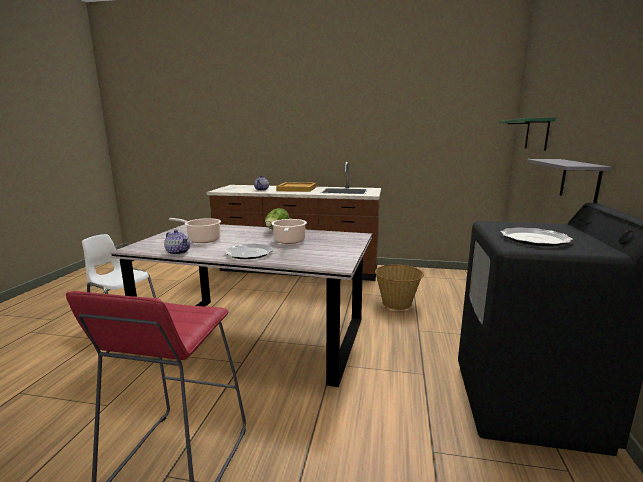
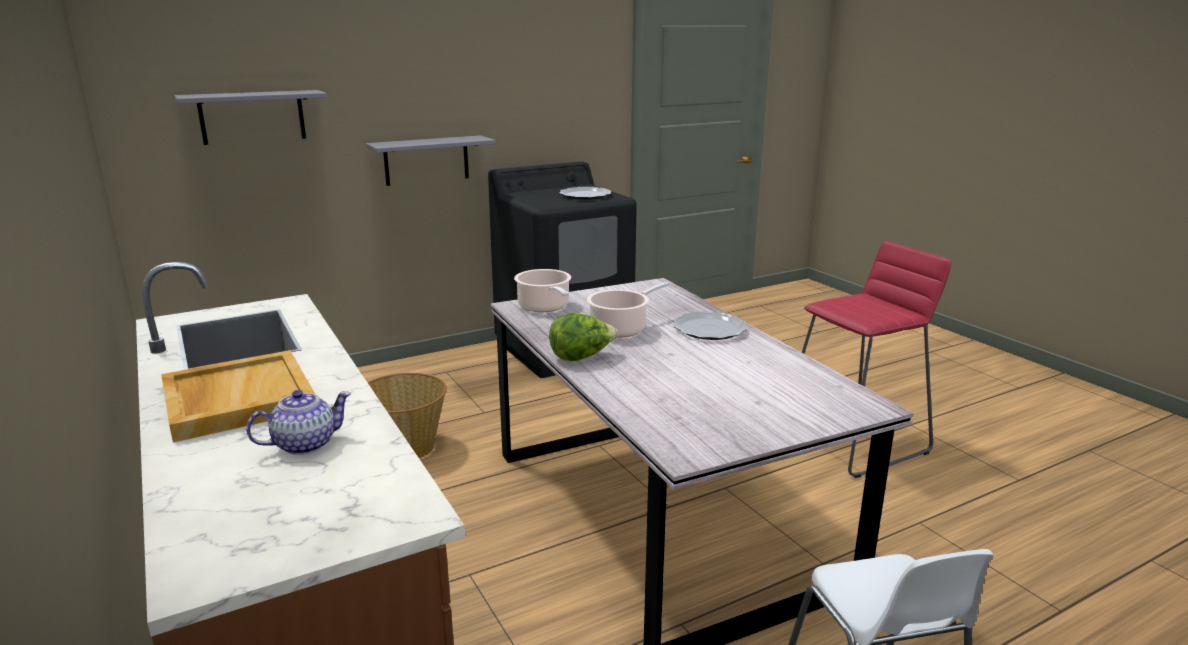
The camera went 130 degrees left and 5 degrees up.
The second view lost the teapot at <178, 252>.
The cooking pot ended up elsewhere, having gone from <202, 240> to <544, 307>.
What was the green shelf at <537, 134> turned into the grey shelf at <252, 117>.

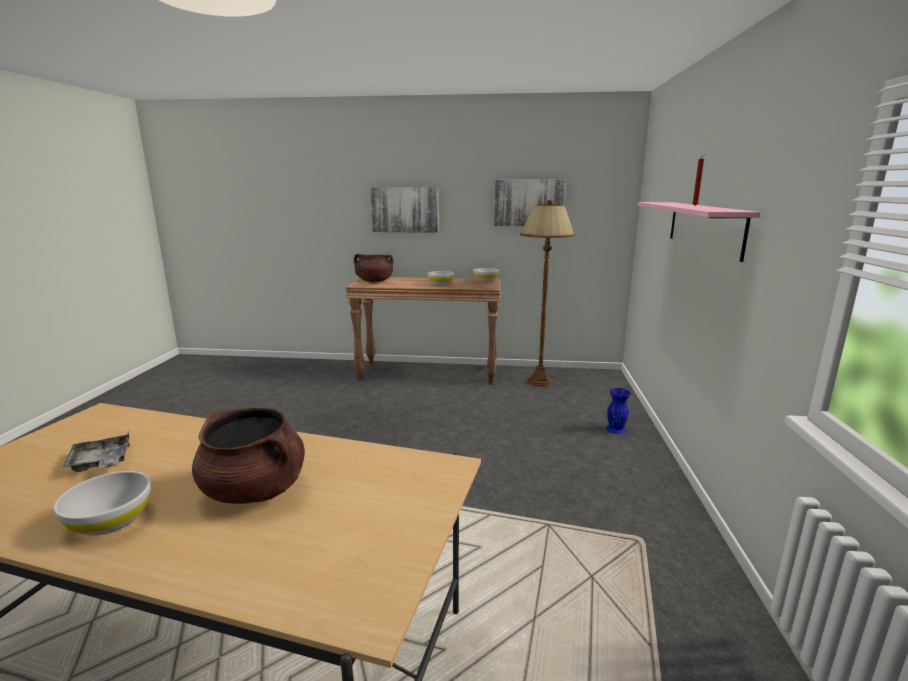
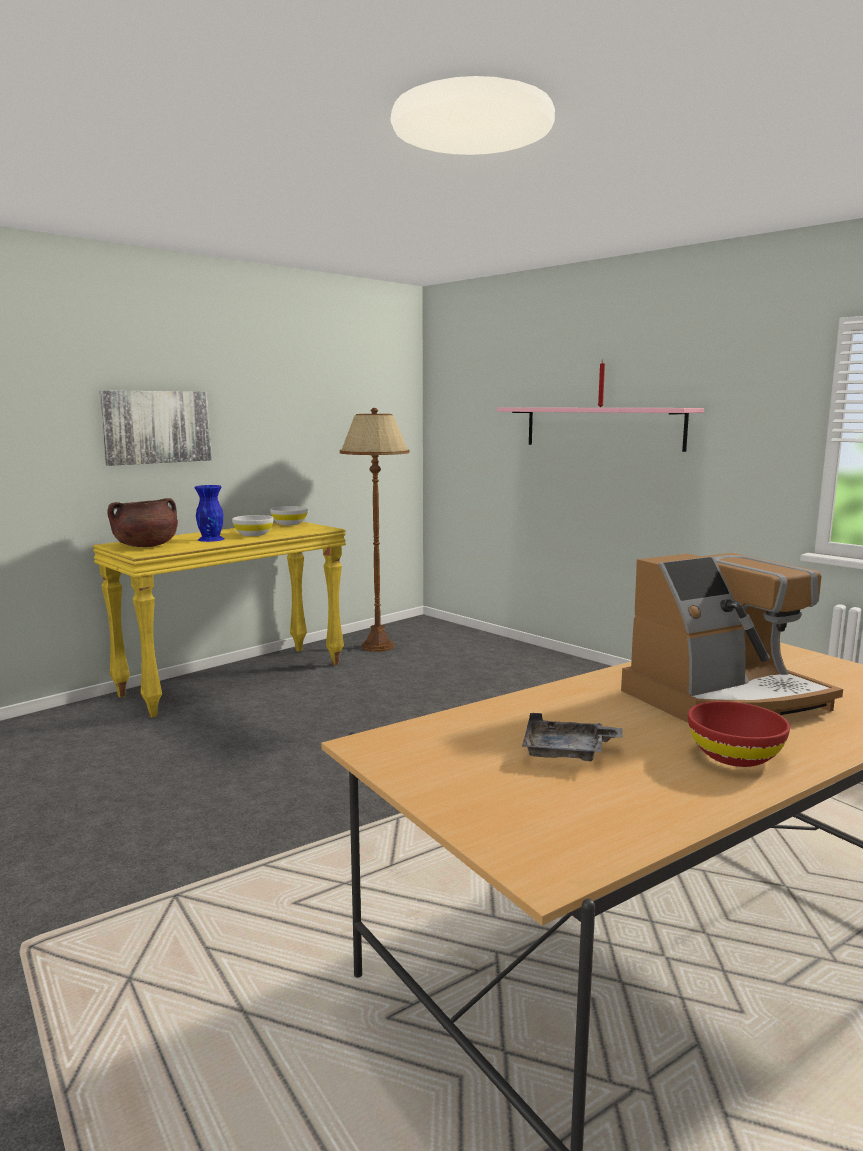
The camera went 50 degrees left and 5 degrees down.
What was the white bowl at <111, 521> turned into the red bowl at <734, 755>.
Where the brown cooking pot stood at <255, 490>, the coffee machine came to stand at <724, 699>.
What was the brown console table at <428, 373> turned into the yellow console table at <234, 679>.
The second view lost the picture at <529, 203>.
The blue vase ended up elsewhere, having gone from <616, 429> to <211, 539>.

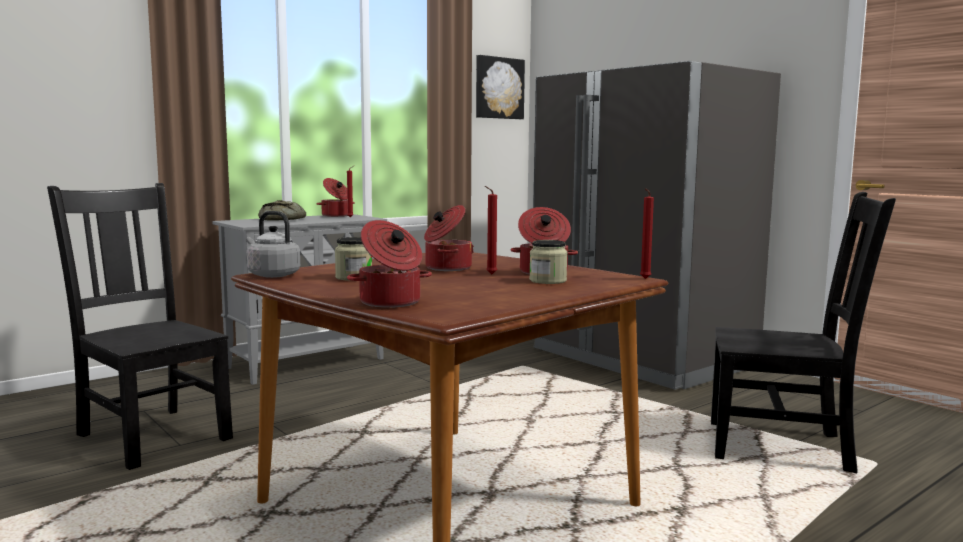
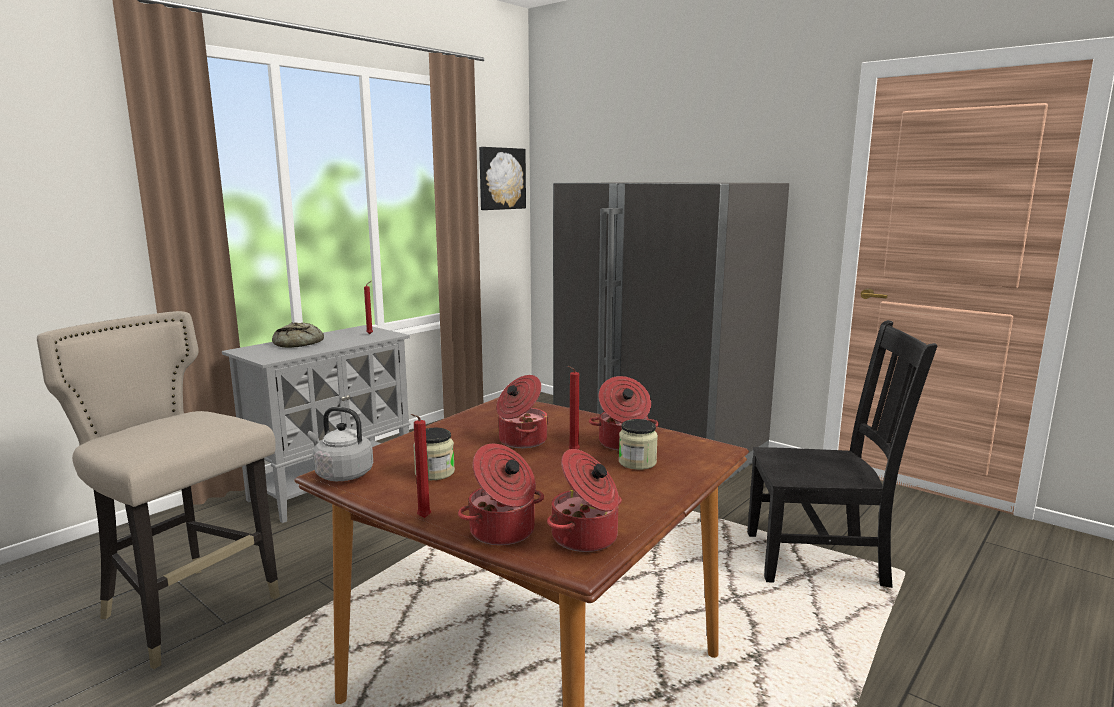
The camera went 10 degrees left and 5 degrees up.
Where the black chair stood at <152, 435>, the beige stool came to stand at <189, 611>.
The cooking pot ended up elsewhere, having gone from <336, 216> to <586, 538>.
The red candle ended up elsewhere, having gone from <644, 279> to <422, 519>.

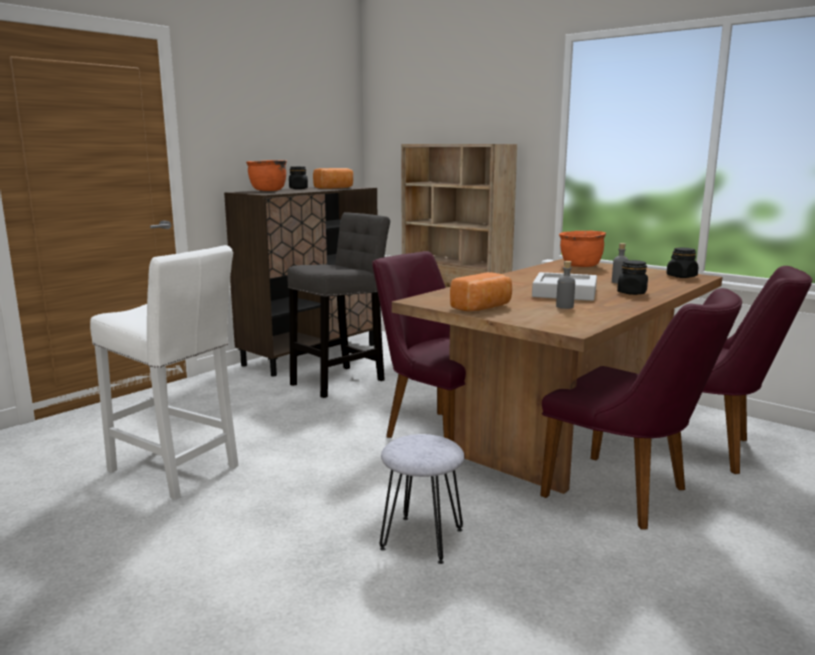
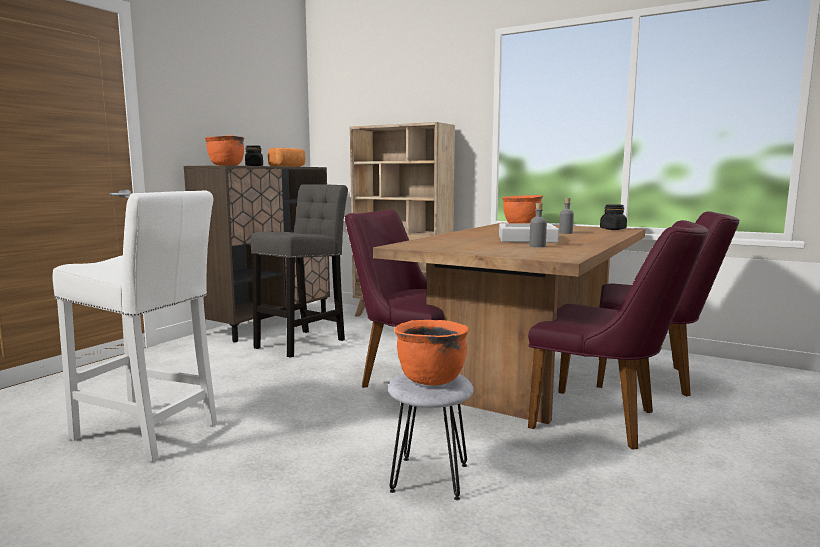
The camera went 10 degrees left and 5 degrees down.
The second view lost the bread at <483, 307>.
The second view lost the black jar at <632, 293>.
The second view gained the orange cooking pot at <430, 379>.

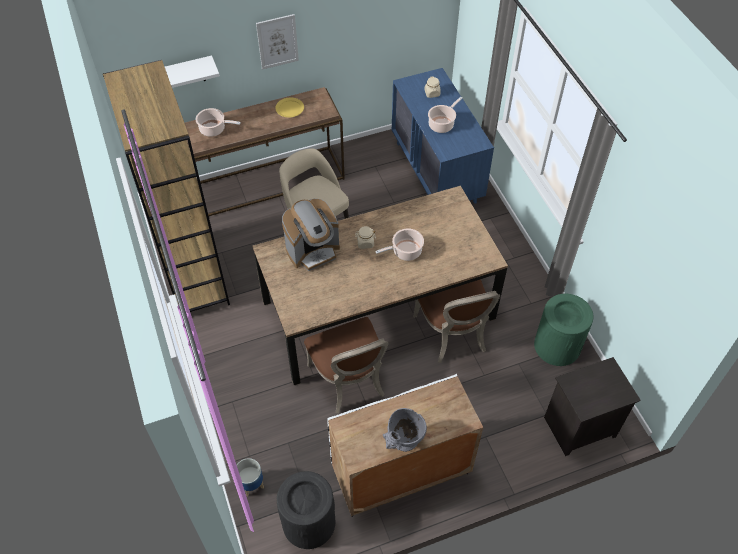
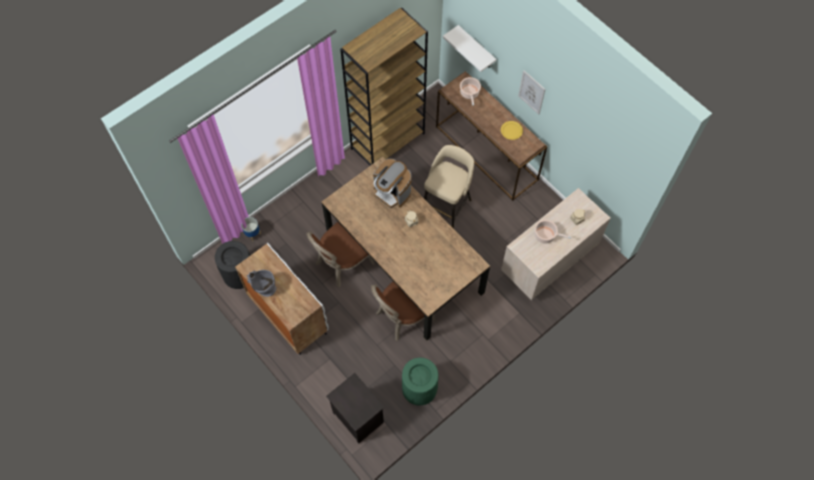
The camera went 70 degrees right and 10 degrees up.
The second view lost the cooking pot at <405, 252>.
What was the blue dresser at <436, 172> turned into the beige dresser at <548, 261>.

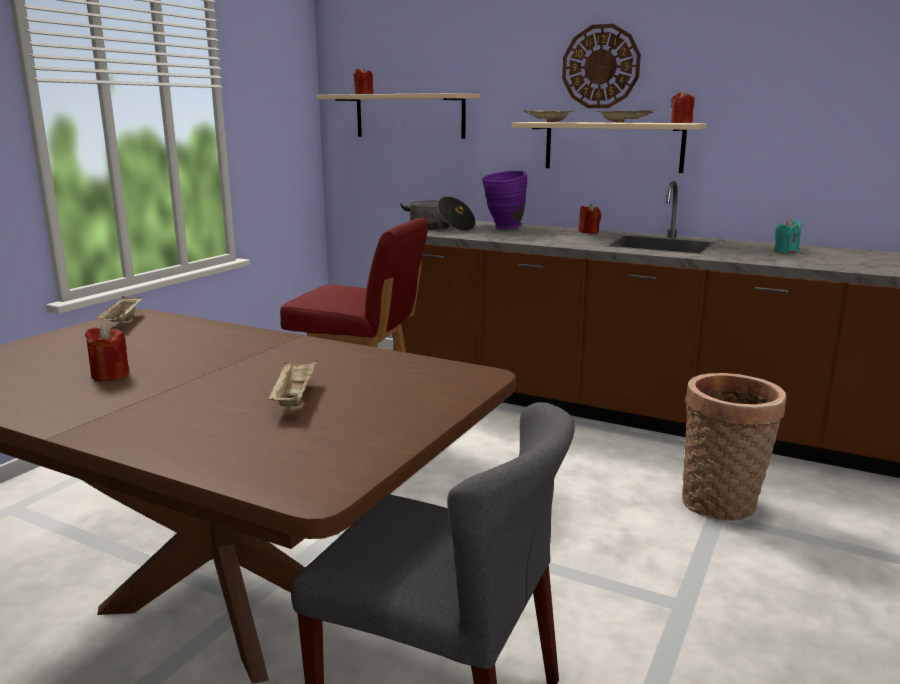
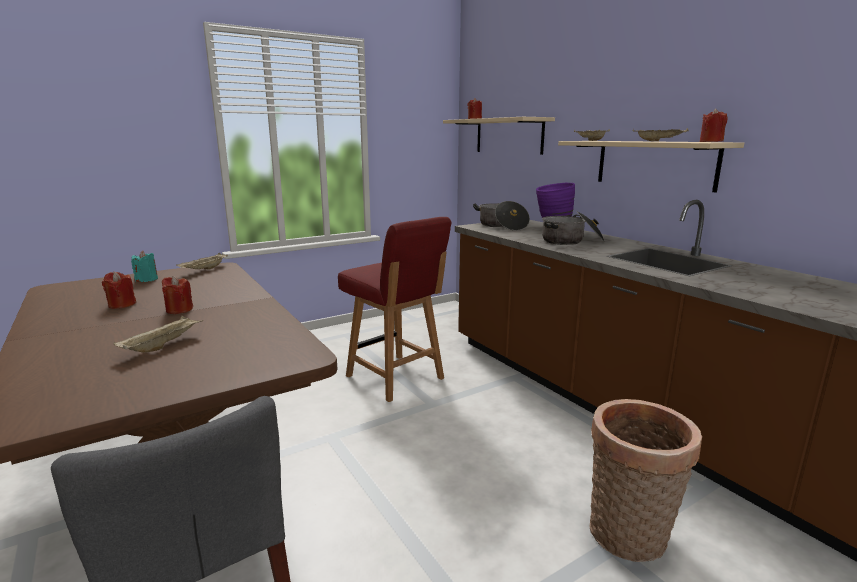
The camera went 30 degrees right and 0 degrees up.
The second view lost the wall clock at <601, 67>.
The red candle ended up elsewhere, having gone from <589, 232> to <179, 310>.
The turquoise candle ended up elsewhere, having gone from <786, 251> to <146, 279>.
The second view gained the cooking pot at <571, 241>.

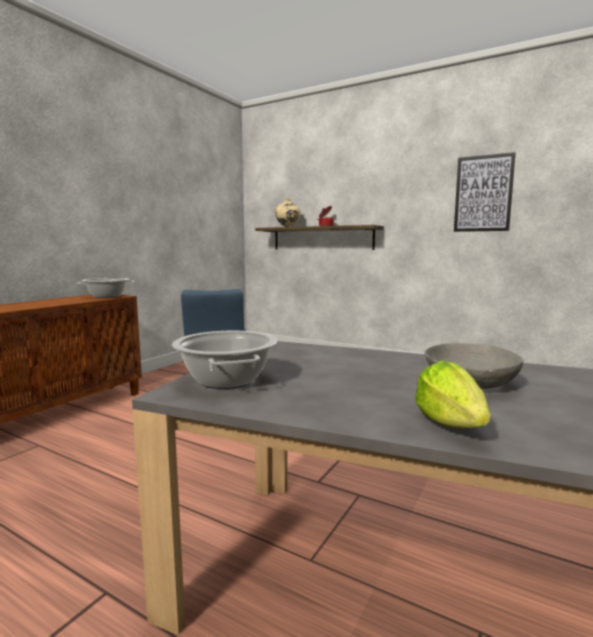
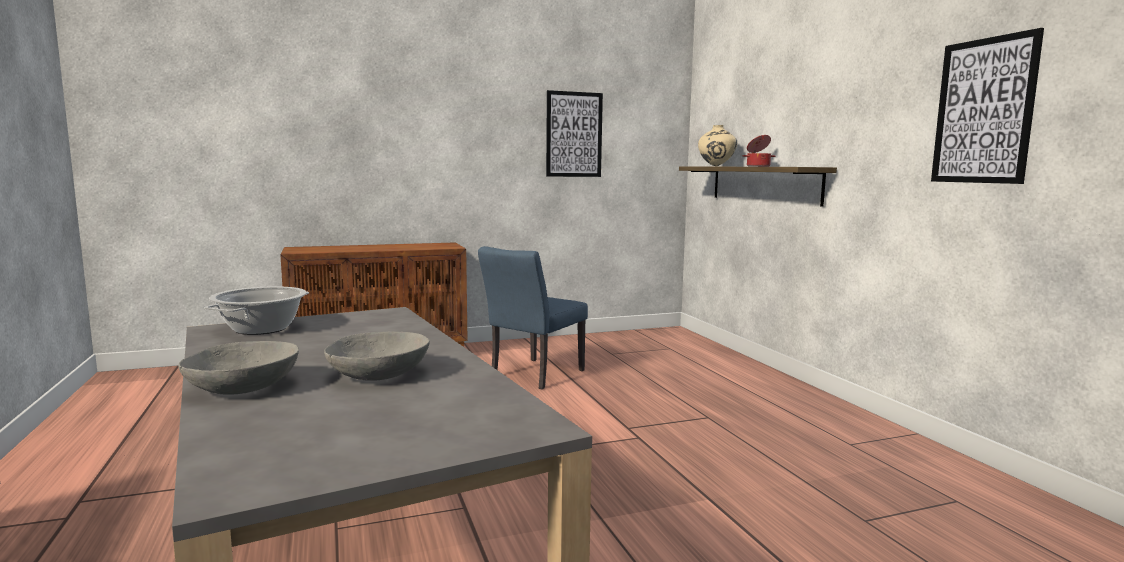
The camera went 40 degrees right and 0 degrees up.
The second view lost the cooking pot at <107, 297>.
Where the lettuce stood at <450, 423>, the grey bowl came to stand at <244, 387>.
The second view gained the picture at <574, 134>.

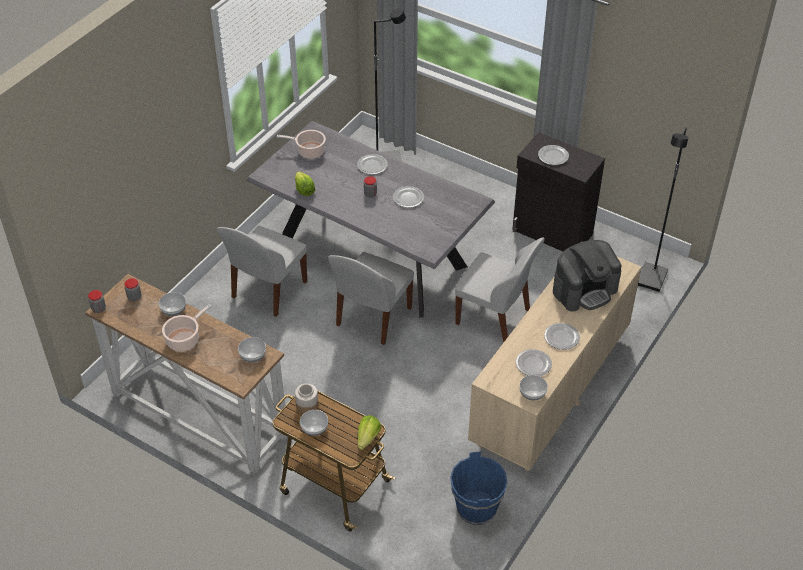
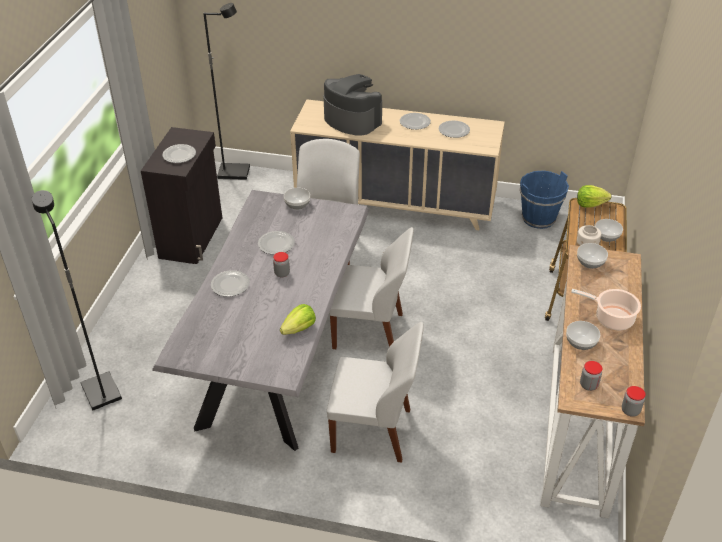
The camera went 110 degrees left and 5 degrees down.
The second view lost the cooking pot at <309, 151>.
The bowl ended up elsewhere, having gone from <532, 394> to <297, 204>.

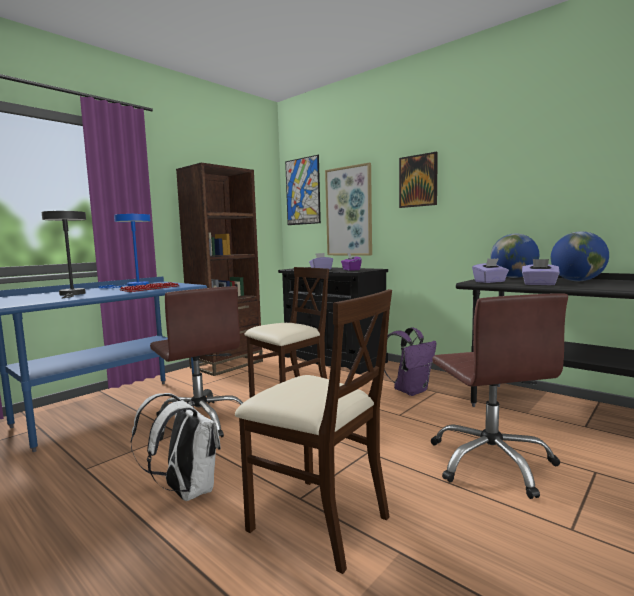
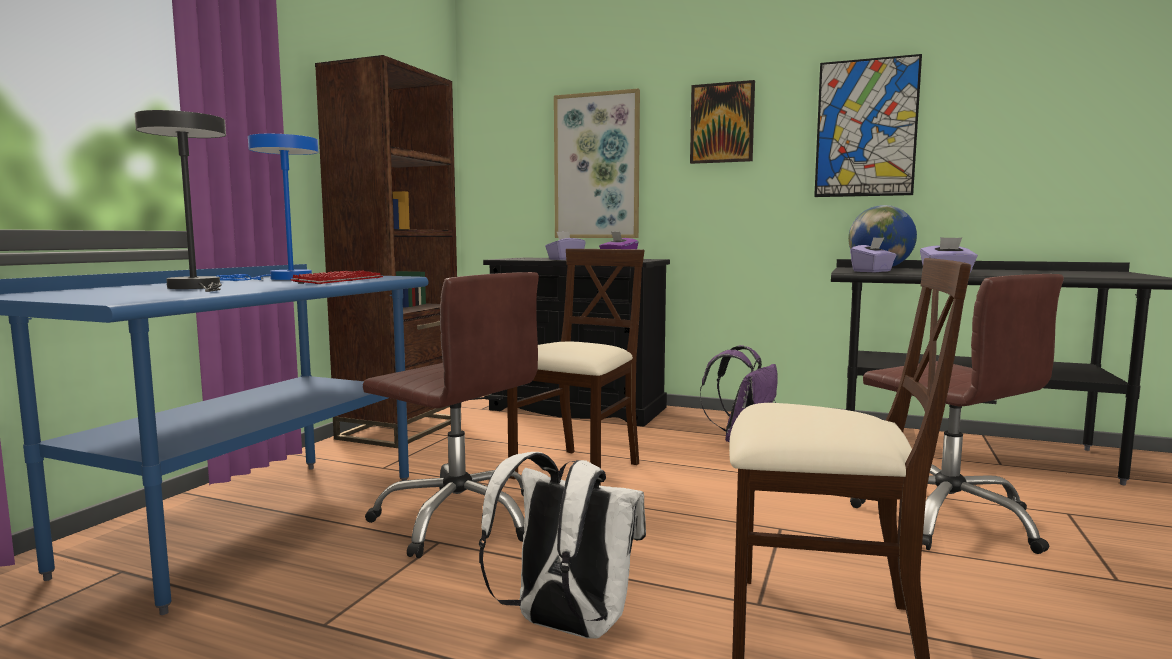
The camera went 20 degrees left and 0 degrees up.
The picture ended up elsewhere, having gone from <302, 191> to <866, 128>.
The second view lost the globe at <577, 281>.

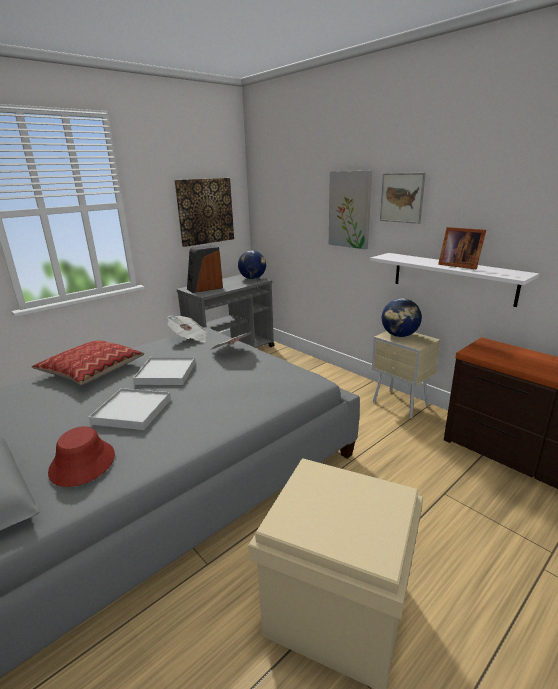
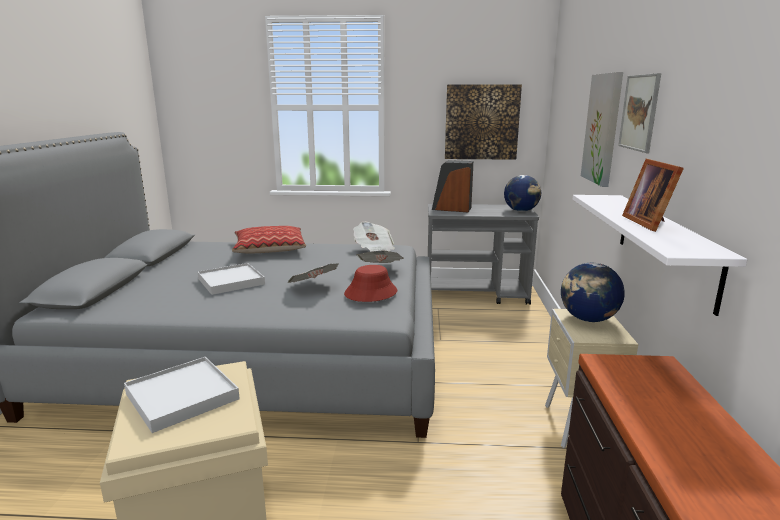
The camera went 45 degrees right and 5 degrees down.
The red hat ended up elsewhere, having gone from <82, 463> to <370, 293>.
The white tray ended up elsewhere, having gone from <166, 373> to <182, 396>.
The second view gained the newspaper at <313, 287>.

